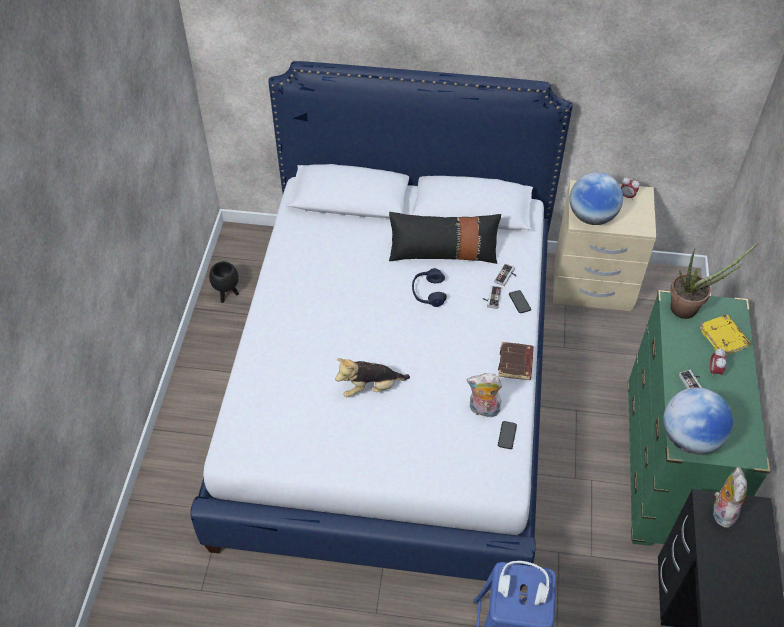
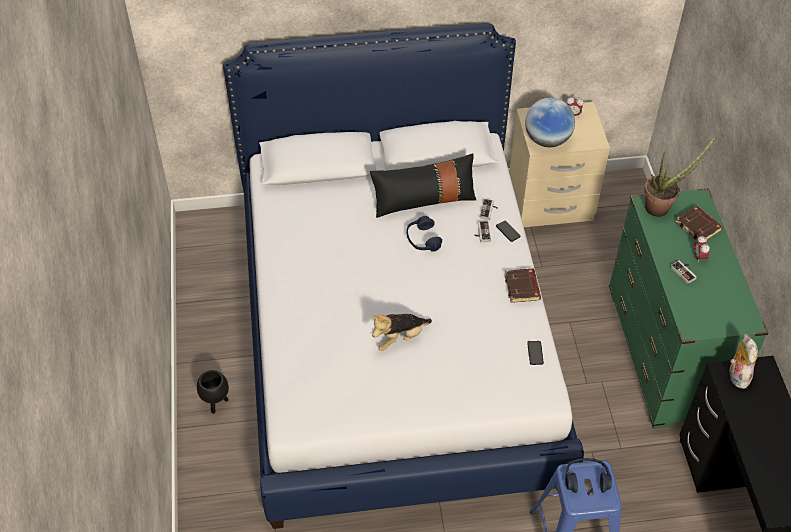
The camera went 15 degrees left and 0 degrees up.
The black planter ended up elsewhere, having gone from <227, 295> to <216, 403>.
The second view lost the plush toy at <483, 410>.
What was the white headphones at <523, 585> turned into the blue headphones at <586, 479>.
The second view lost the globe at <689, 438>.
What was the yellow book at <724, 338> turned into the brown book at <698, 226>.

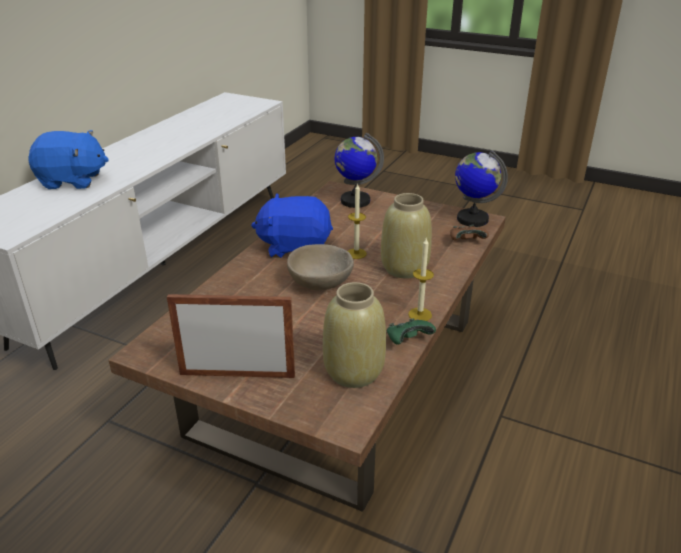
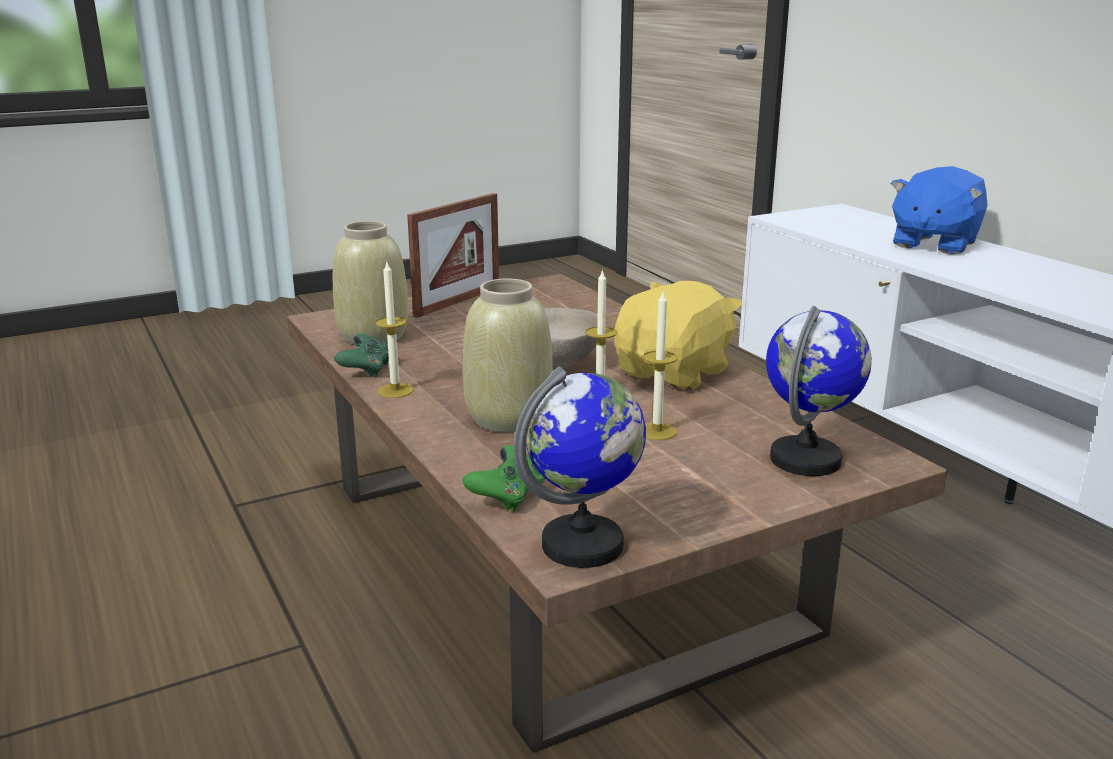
The camera went 125 degrees right and 10 degrees down.
What was the blue plush toy at <295, 247> turned into the yellow plush toy at <674, 373>.
What was the brown game controller at <466, 242> turned into the green game controller at <508, 496>.
The second view gained the candle at <657, 431>.

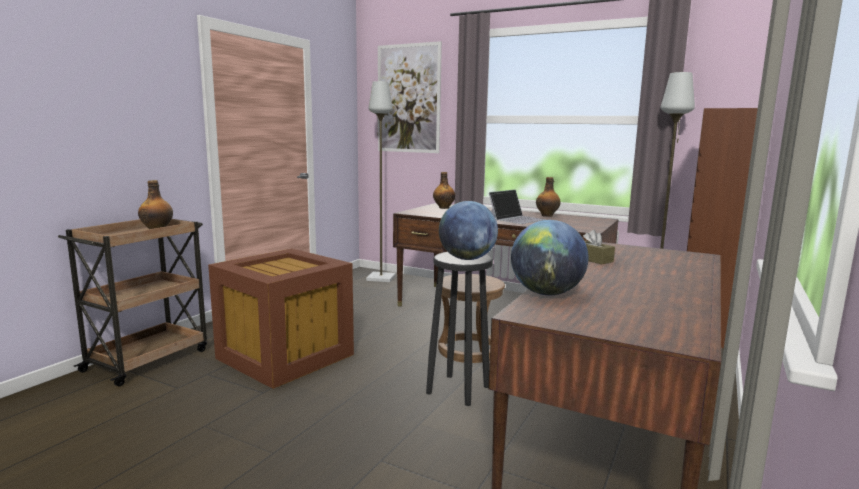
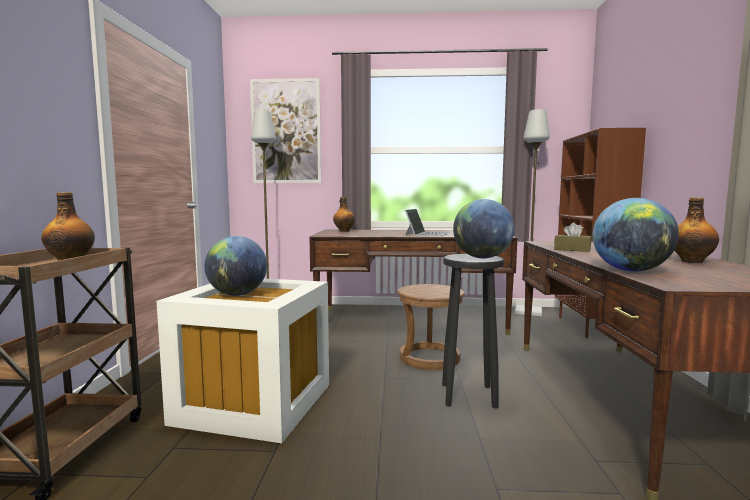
The camera went 25 degrees left and 5 degrees down.
What was the brown storage box at <285, 355> turned into the white storage box at <254, 402>.
The bottle ended up elsewhere, having gone from <547, 215> to <692, 261>.
The second view gained the globe at <237, 294>.

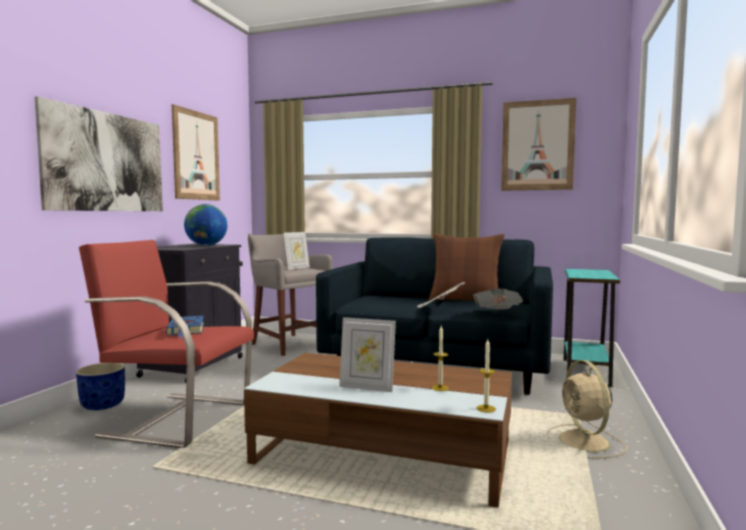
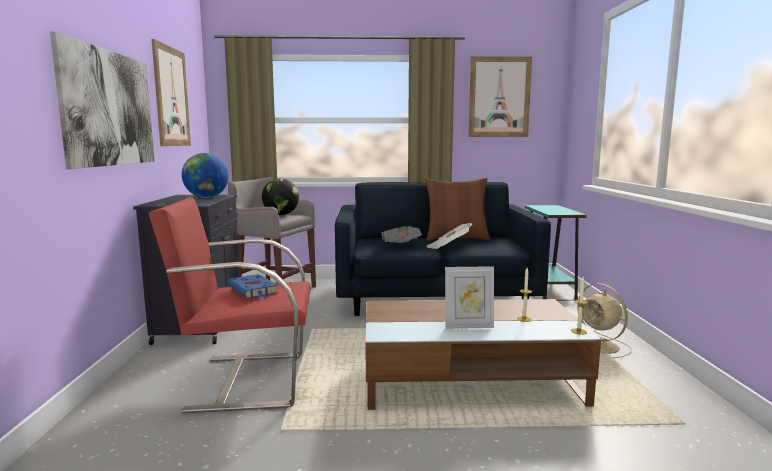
The camera went 20 degrees left and 5 degrees up.
The second view lost the blue planter at <102, 405>.
Where the picture frame stood at <297, 268>, the globe came to stand at <281, 215>.
The newspaper ended up elsewhere, having gone from <497, 313> to <401, 246>.

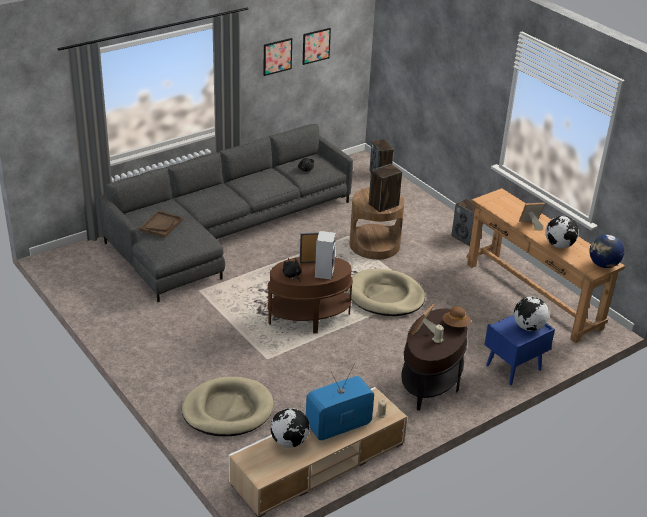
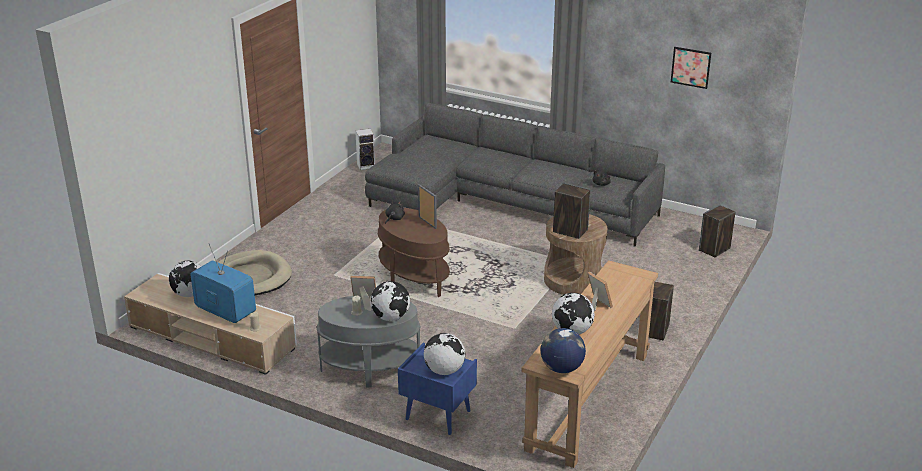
The camera went 65 degrees right and 5 degrees down.
The second view lost the brown tray at <161, 225>.
The second view lost the picture at <277, 56>.
The speaker ended up elsewhere, having gone from <324, 272> to <366, 166>.
The second view lost the beige dog bed at <385, 296>.
What was the brown side table at <431, 382> turned into the grey side table at <370, 369>.
Where the brown hat stood at <456, 325>, the globe came to stand at <391, 317>.

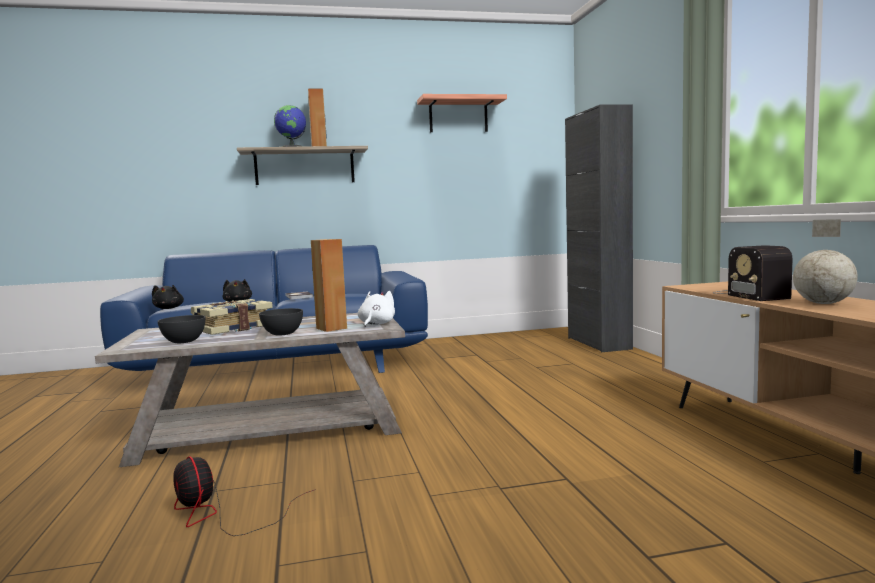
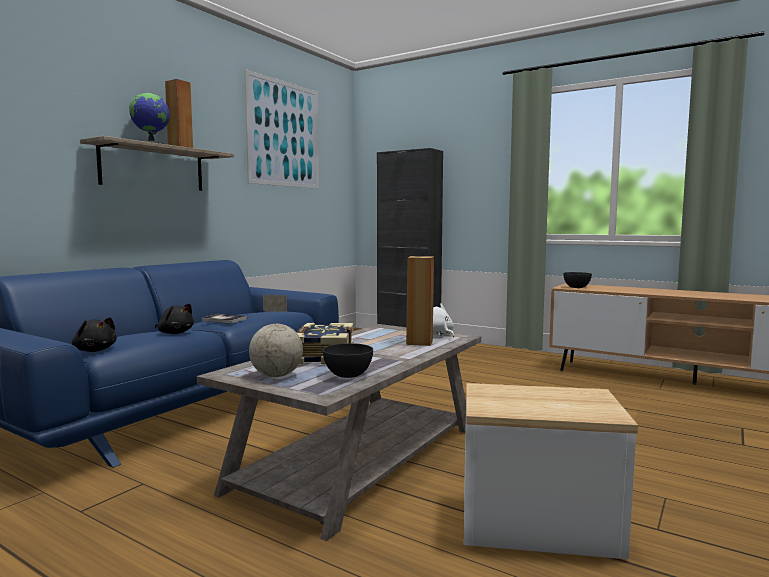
The camera went 45 degrees left and 0 degrees up.
Where the fan stood at <221, 515>, the side table came to stand at <537, 524>.
The grey bowl ended up elsewhere, having gone from <282, 334> to <576, 287>.
Where the shelf hung at <458, 116>, the picture came to hang at <284, 134>.
The second view lost the radio at <749, 294>.
The globe ended up elsewhere, having gone from <822, 303> to <276, 376>.

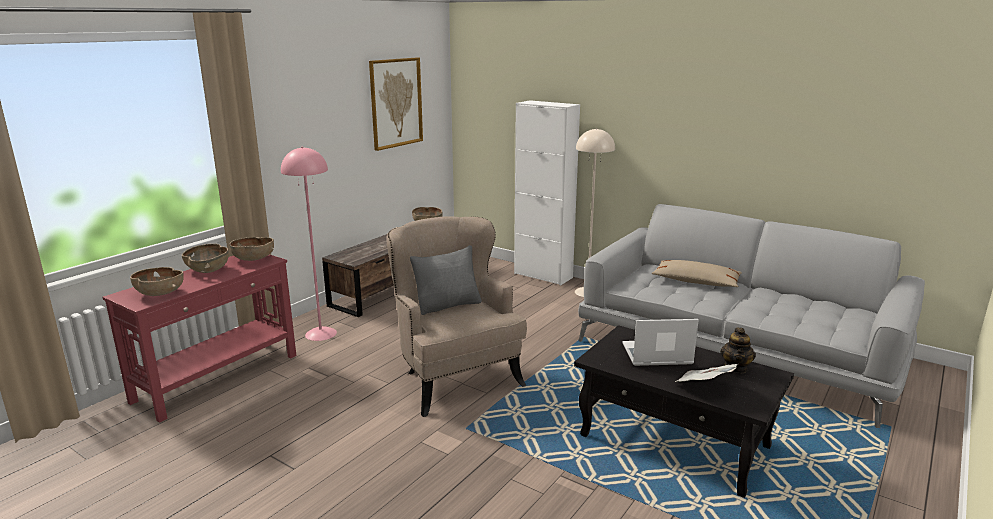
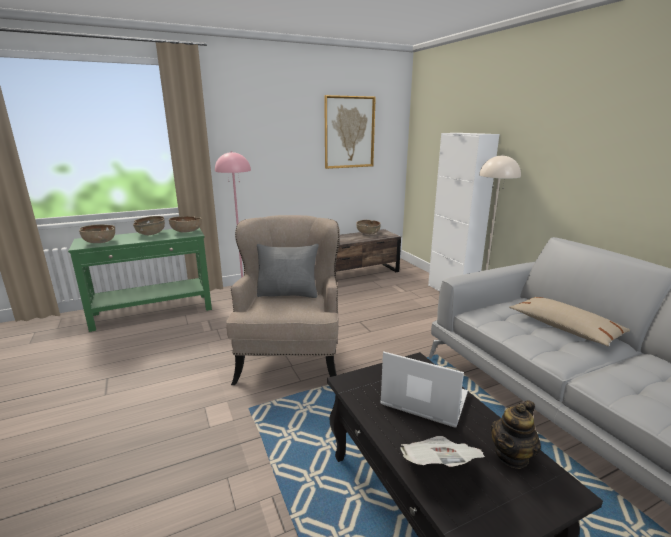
The camera went 30 degrees right and 0 degrees up.
What was the red console table at <219, 378> turned into the green console table at <153, 312>.

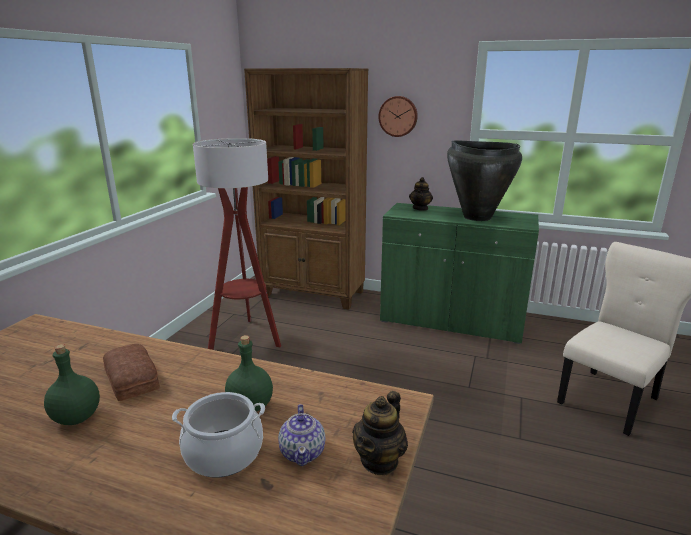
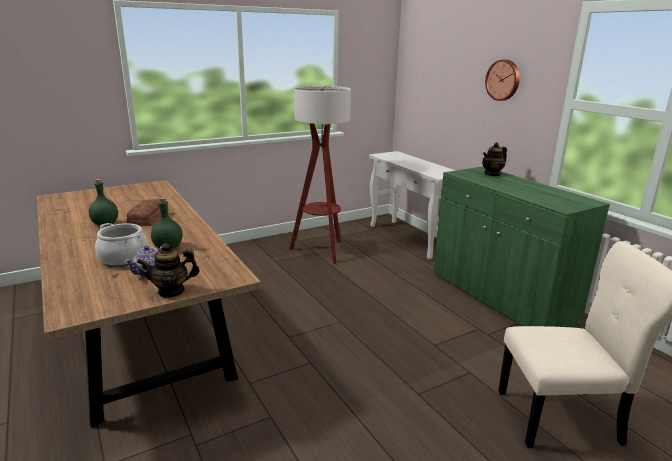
The camera went 40 degrees right and 0 degrees up.
Where the brown bookcase stood at <313, 294>, the white console table came to stand at <410, 239>.
The second view lost the black vase at <477, 217>.

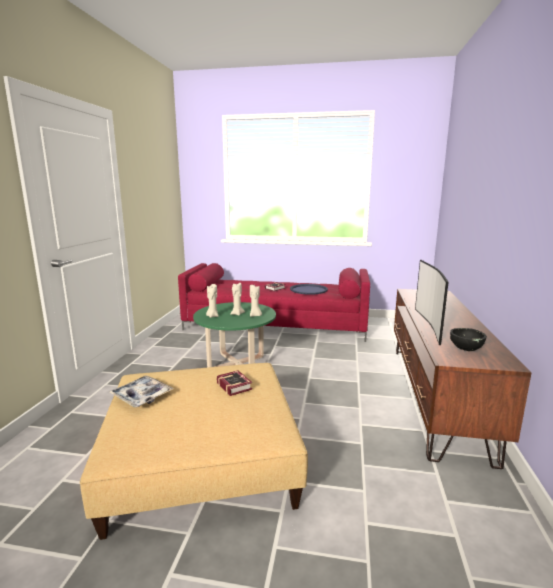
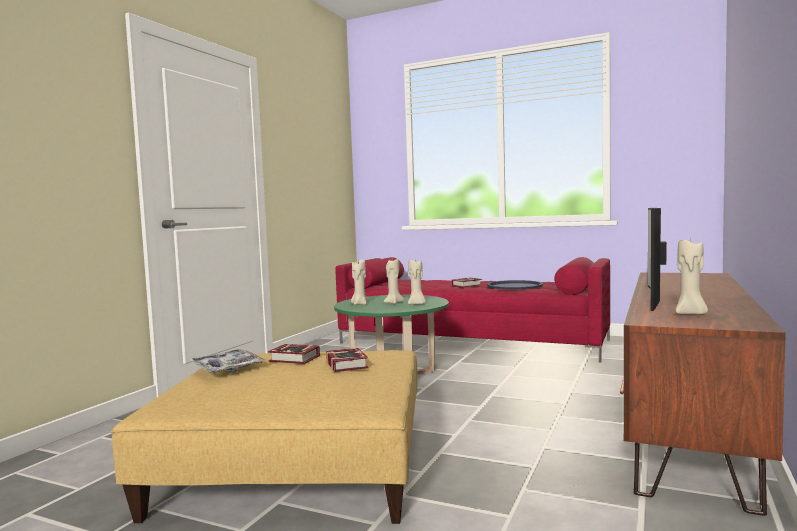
The camera went 15 degrees right and 10 degrees down.
Where the black bowl stood at <465, 349>, the beige candle came to stand at <690, 314>.
The second view gained the book at <295, 359>.

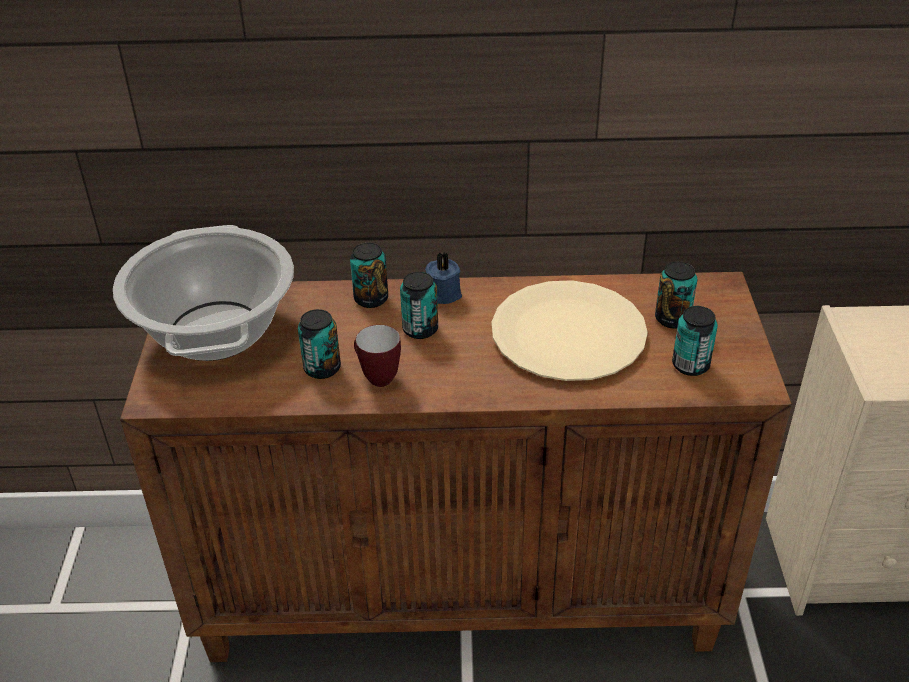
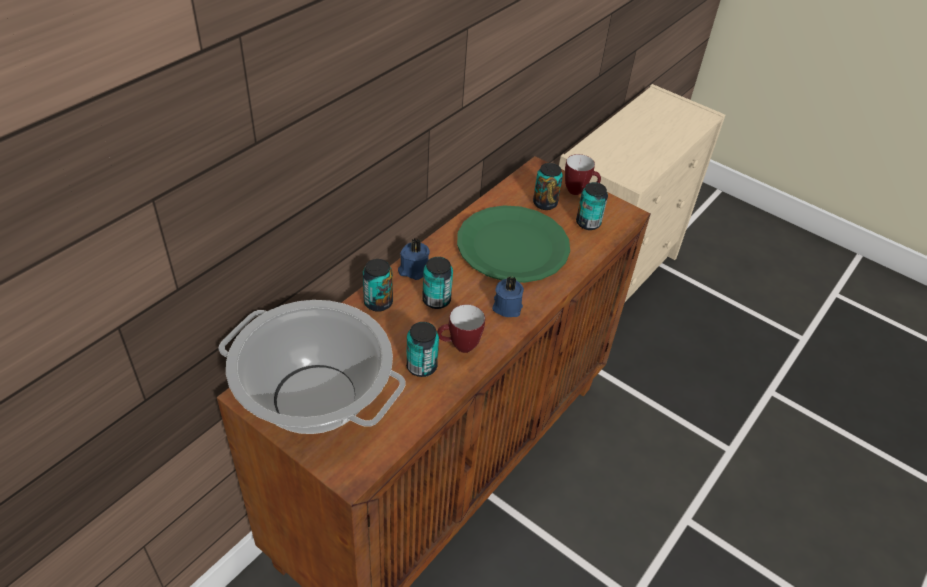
The camera went 55 degrees left and 5 degrees up.
What was the beige plate at <568, 333> turned into the green plate at <512, 246>.
The second view gained the blue candle at <506, 306>.
The second view gained the mug at <579, 191>.

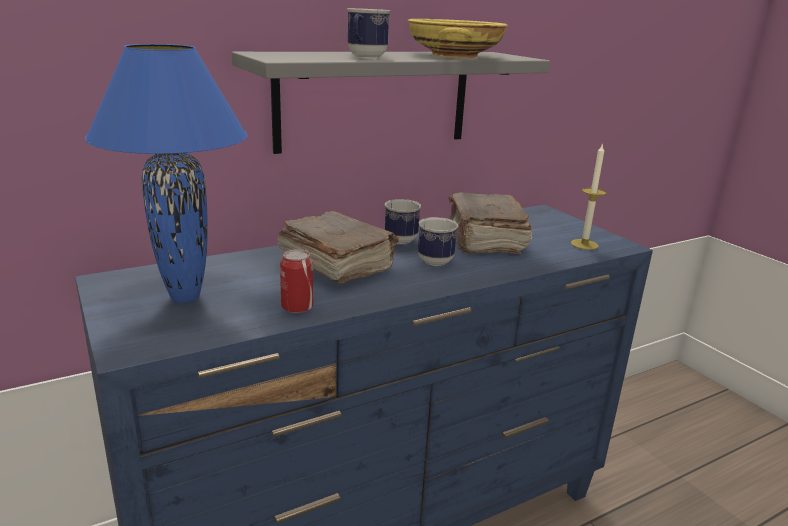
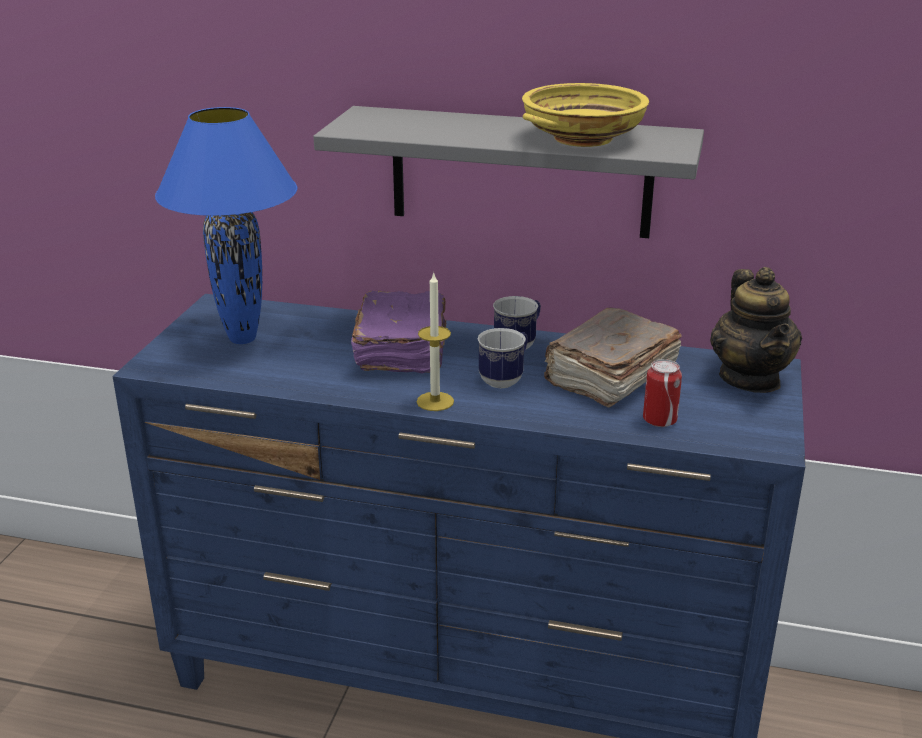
The camera went 45 degrees right and 5 degrees up.
What was the brown book at <336, 264> turned into the purple book at <403, 351>.
The can ended up elsewhere, having gone from <297, 307> to <659, 420>.
The second view lost the mug at <365, 57>.
The candle ended up elsewhere, having gone from <584, 244> to <435, 401>.
The second view gained the teapot at <750, 379>.

